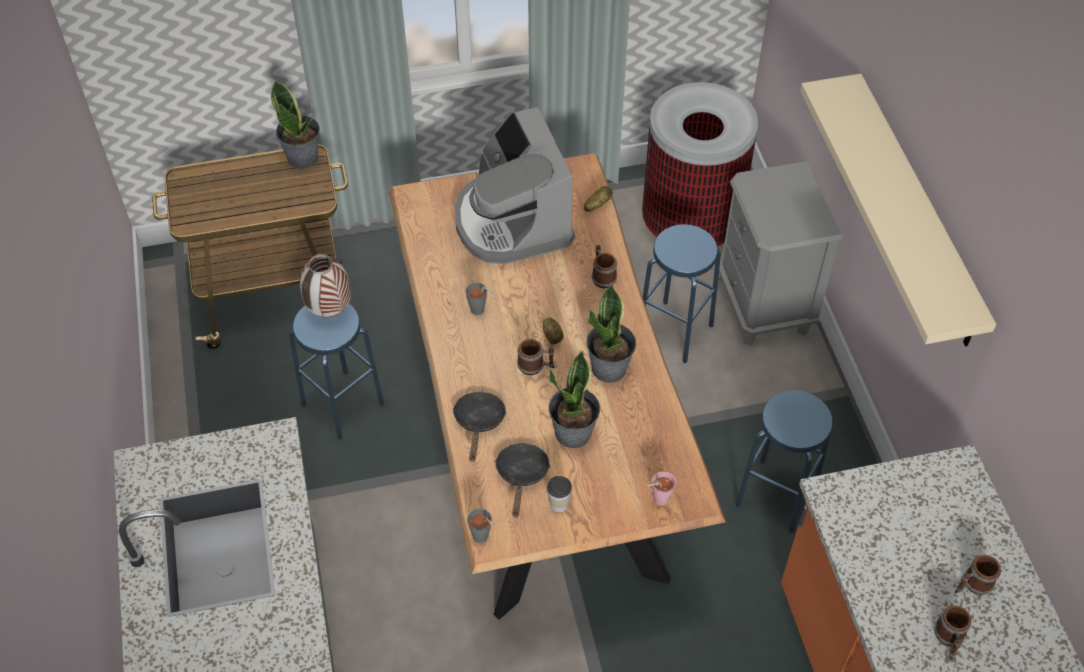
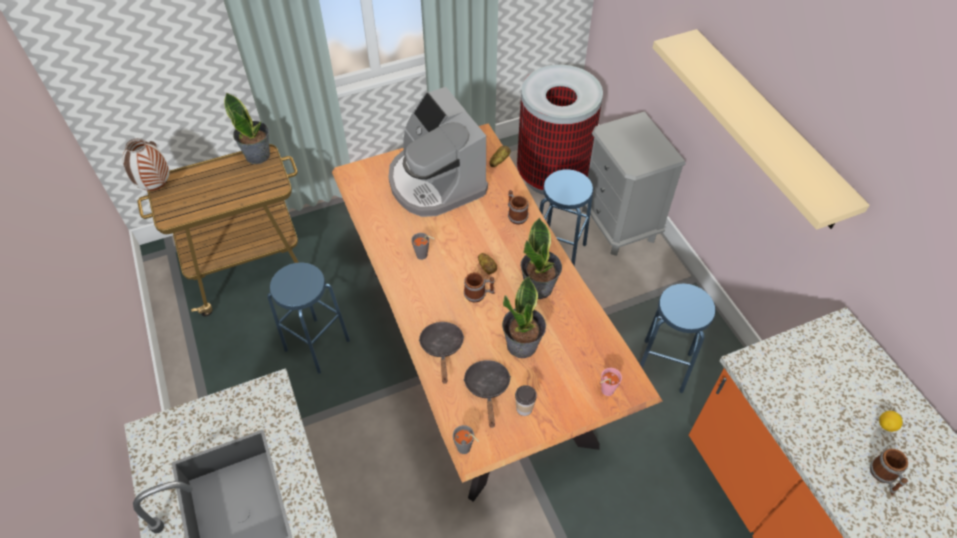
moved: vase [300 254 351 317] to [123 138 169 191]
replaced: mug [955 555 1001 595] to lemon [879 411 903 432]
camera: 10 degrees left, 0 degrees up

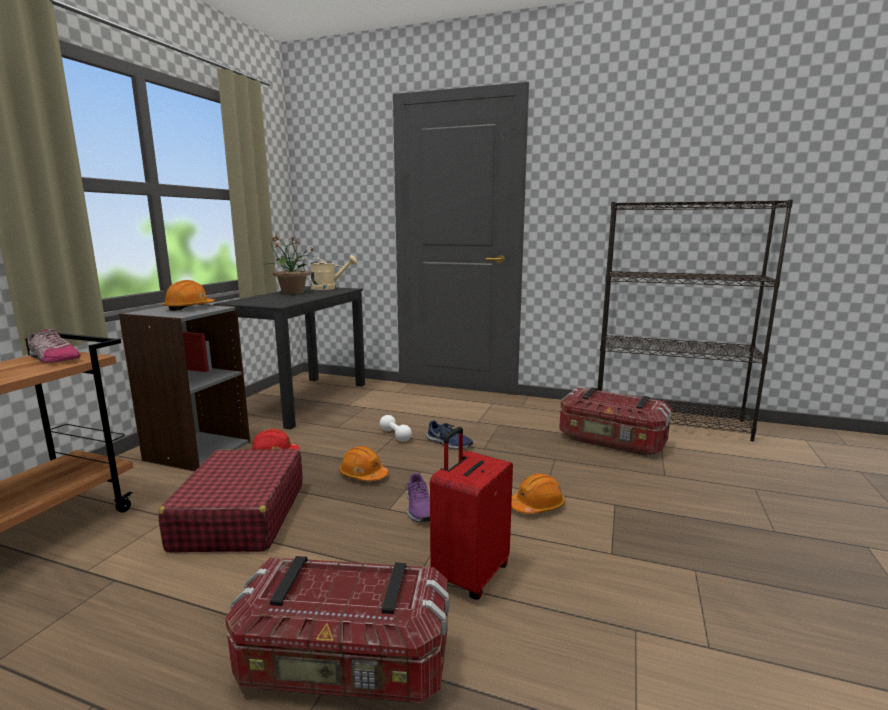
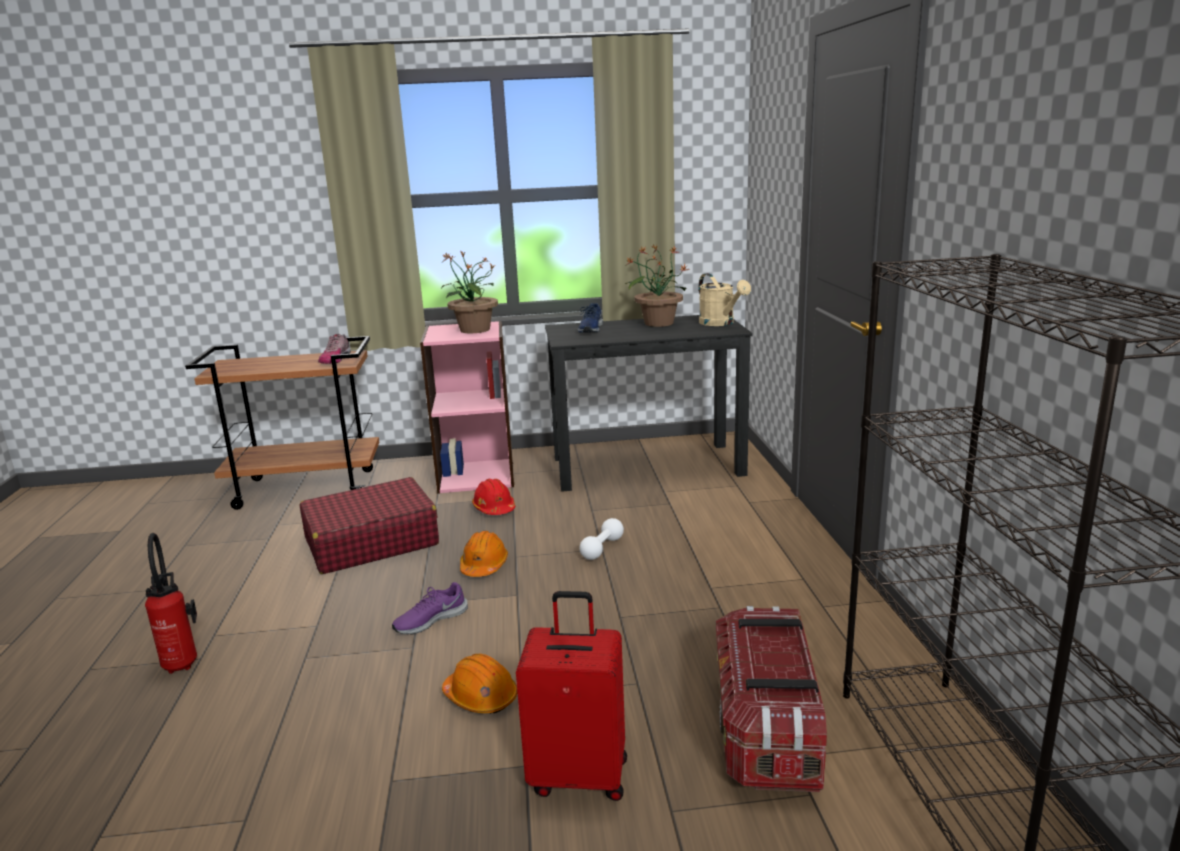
moved: shoe (blue) [426 420 473 449] to [578 303 603 333]; suitcase (red) [430 427 513 600] to [516 591 627 801]
replaced: hard hat (orange) [163 280 215 311] to potted plant [441 251 498 333]; storage box [225 556 449 703] to fire extinguisher [145 533 197 674]
recoloured: bookcase (grey) [119 304 250 471] to bookcase (pink) [420 321 514 494]
camera: 65 degrees right, 5 degrees up

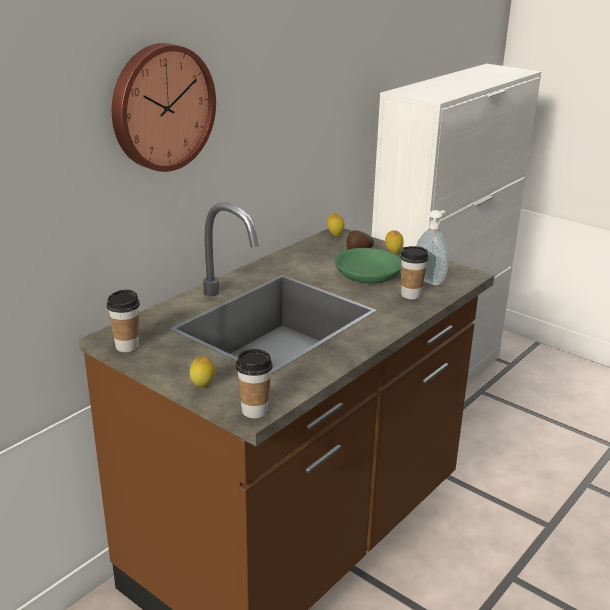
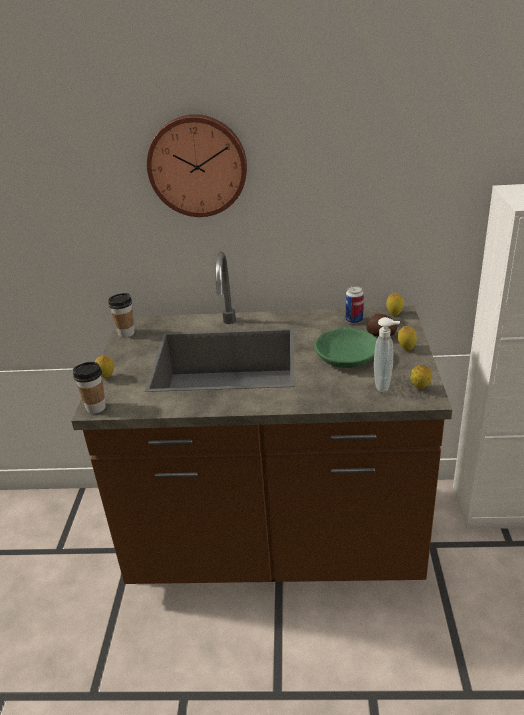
removed: cup [400 246 429 299]
added: can [346 286 364 324]; lemon [410 365 432 389]
camera: 55 degrees right, 5 degrees up

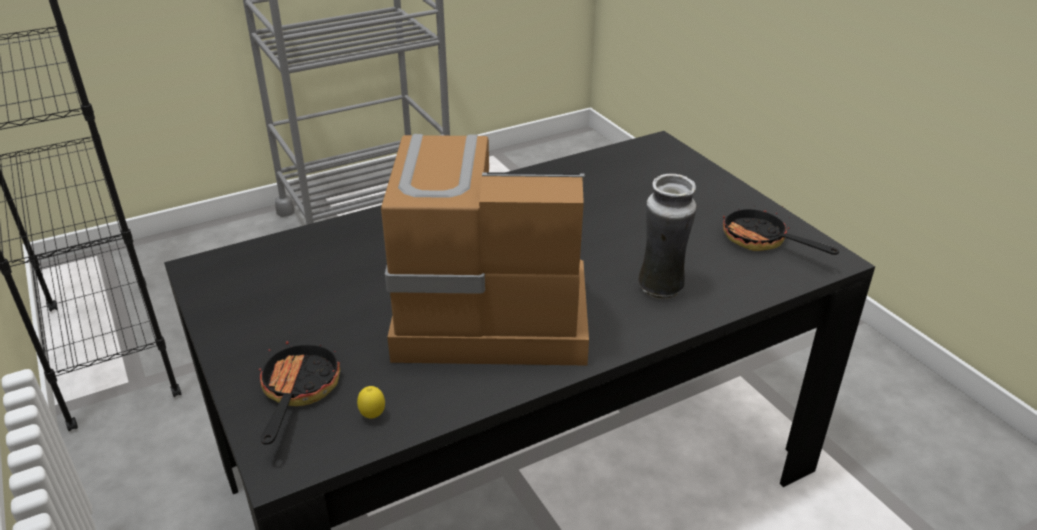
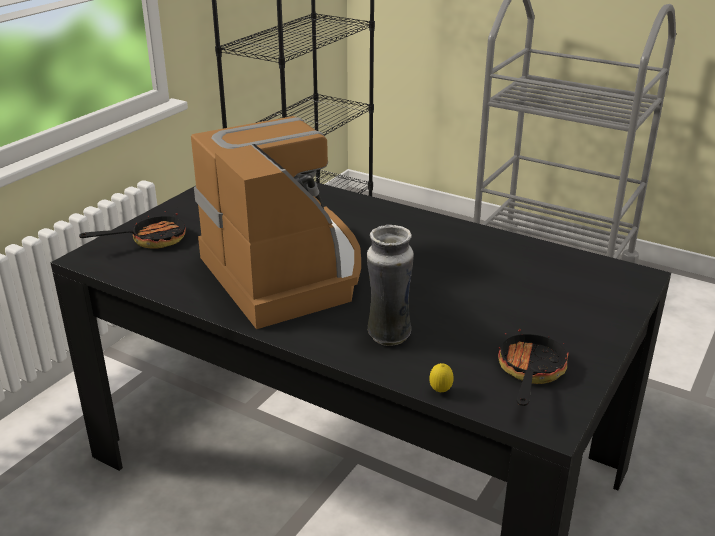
moved: lemon [357 386 385 419] to [429 363 454 392]
camera: 60 degrees right, 5 degrees down

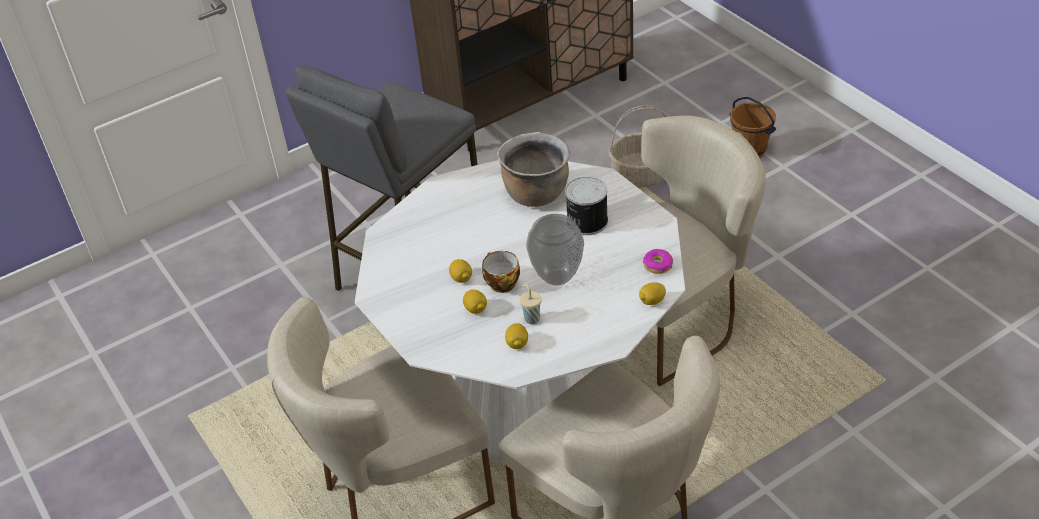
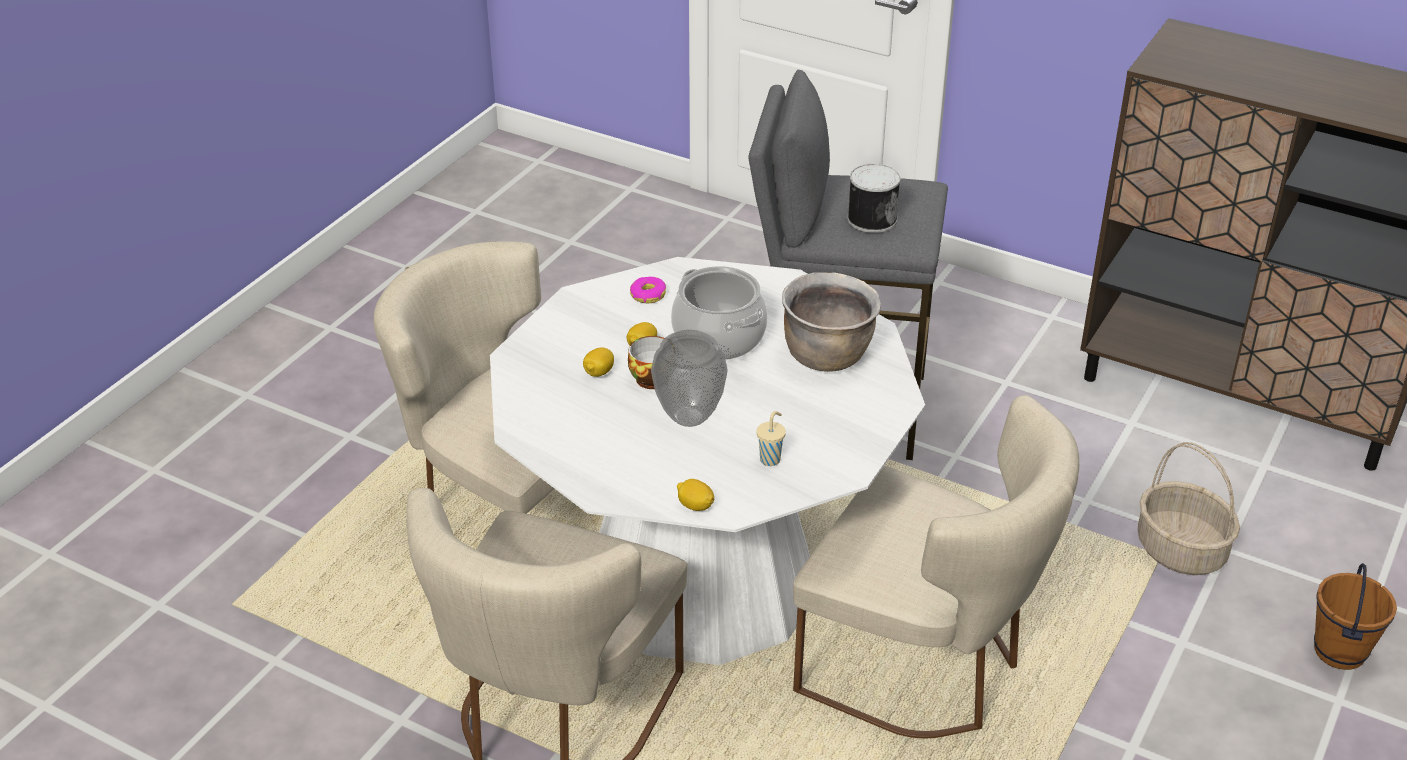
removed: lemon [505 323 528 349]
added: cooking pot [671 266 767 360]
moved: cup (beige) [519 284 542 324] to [757 411 786 466]; can [565 176 608 235] to [847 163 901 233]; donut [643 249 673 274] to [630 277 666 303]
camera: 60 degrees right, 5 degrees down

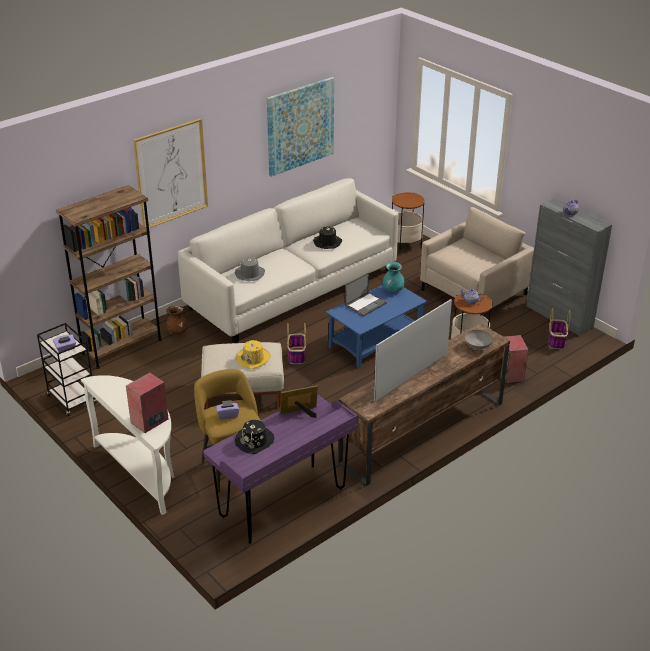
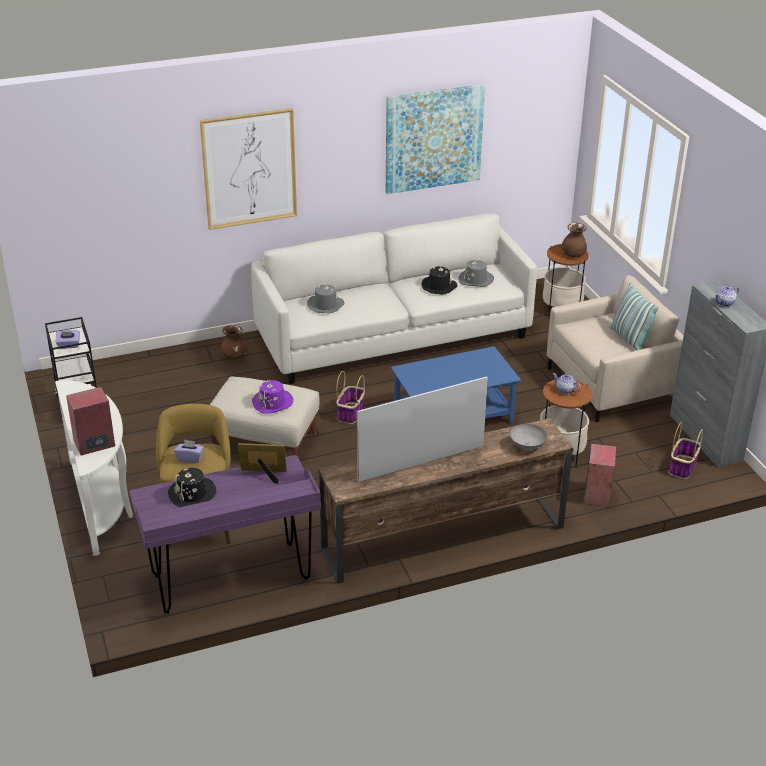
removed: bookcase (brown) [56 185 162 369]; laptop [345 272 387 317]; vase (turquoise) [382 262 405 292]
added: hat (grey) [458 259 494 287]; vase (brown) [562 223 587 257]; pillow [609 283 659 350]
recoloured: hat (yellow) [236 340 270 369] to hat (purple) [252 380 293 414]
camera: 20 degrees right, 0 degrees up

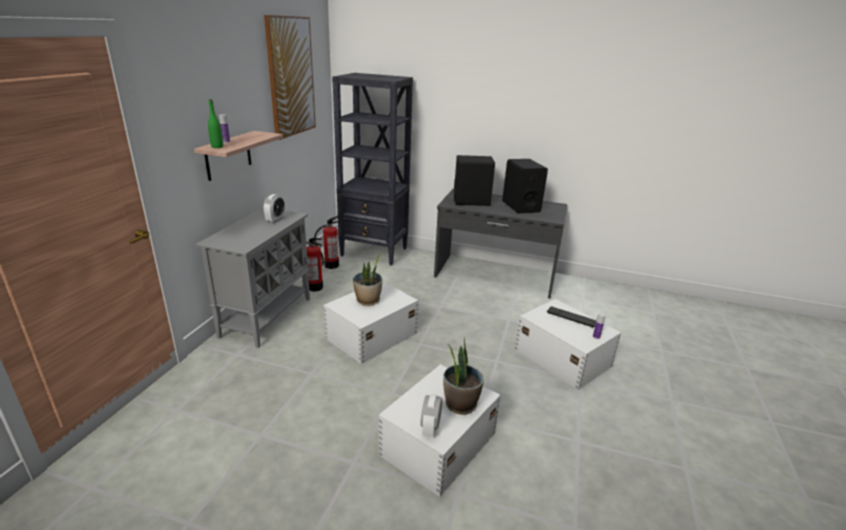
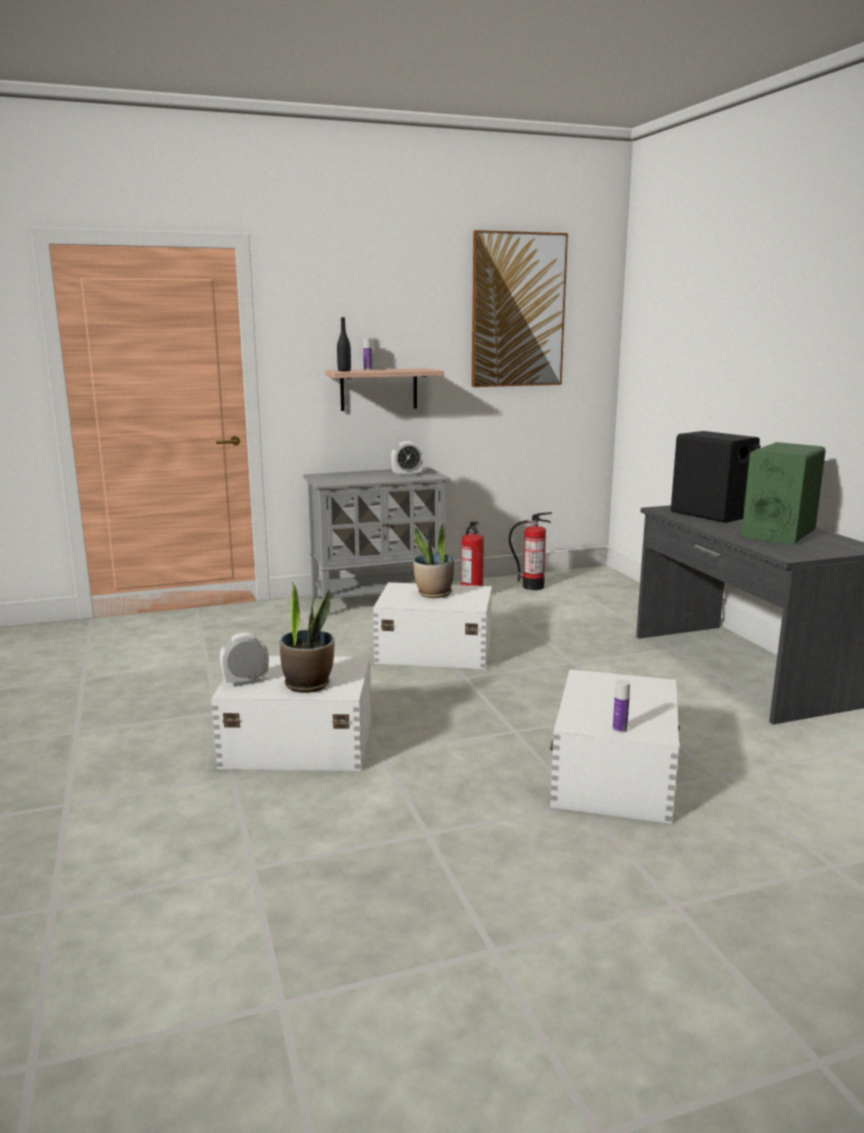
removed: bookcase (black) [332 73 413 266]; keyboard [547 306 596 328]
recoloured: bottle (green) [208 99 223 148] to bottle (black) [337 317 351 371]; speaker (black) [502 159 548 214] to speaker (green) [742 442 826 545]
camera: 55 degrees right, 10 degrees down

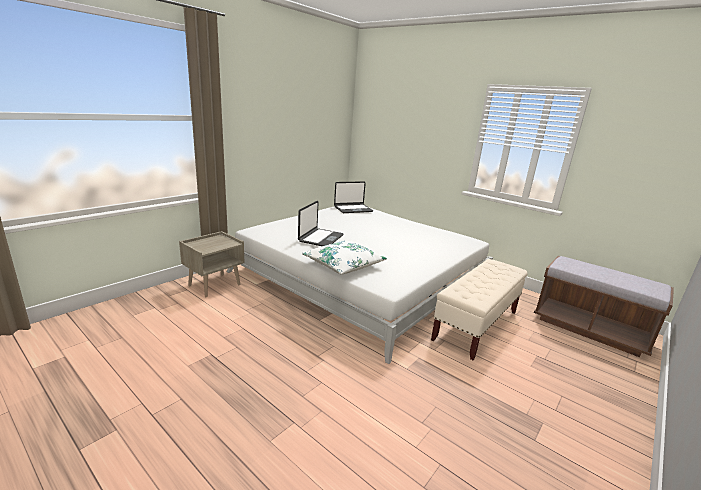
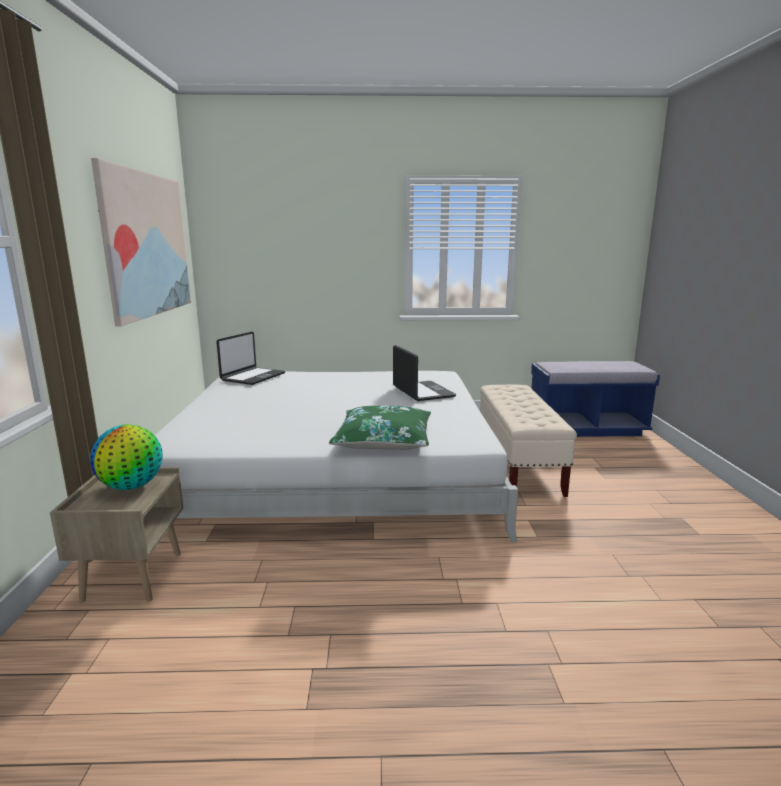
added: globe [90 424 163 490]; picture [91 158 191 327]
moved: laptop [298 201 344 246] to [393 345 456 401]
recoloured: pillow (white) [302 241 387 275] to pillow (green) [329 406 431 450]; bench (brown) [534 256 674 357] to bench (blue) [531 361 660 437]
camera: 40 degrees left, 5 degrees down

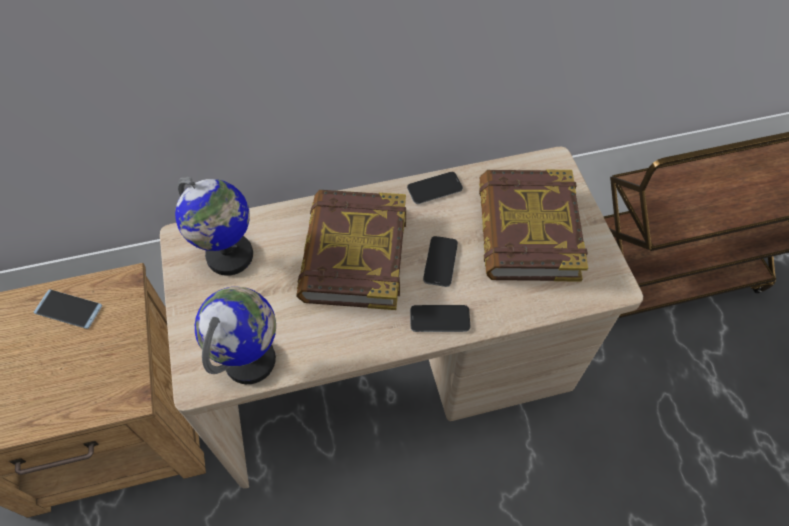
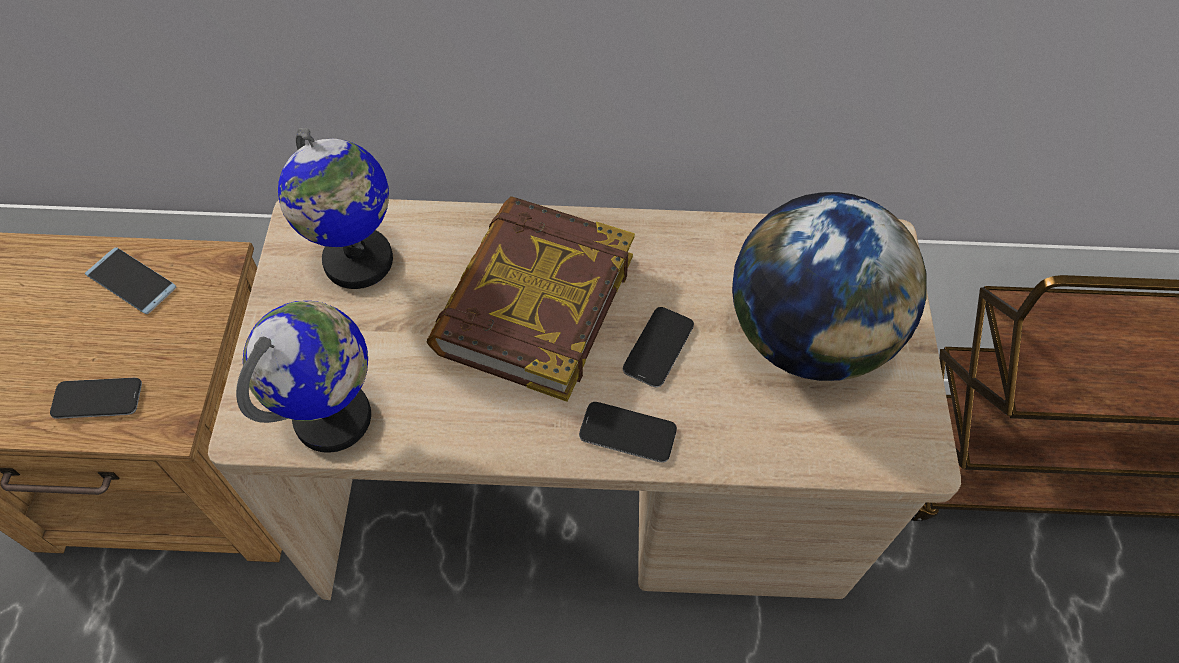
moved: phone [407 172 463 204] to [50 378 142 419]
replaced: book [479 170 588 282] to globe [732 192 927 381]
camera: 15 degrees right, 0 degrees up

